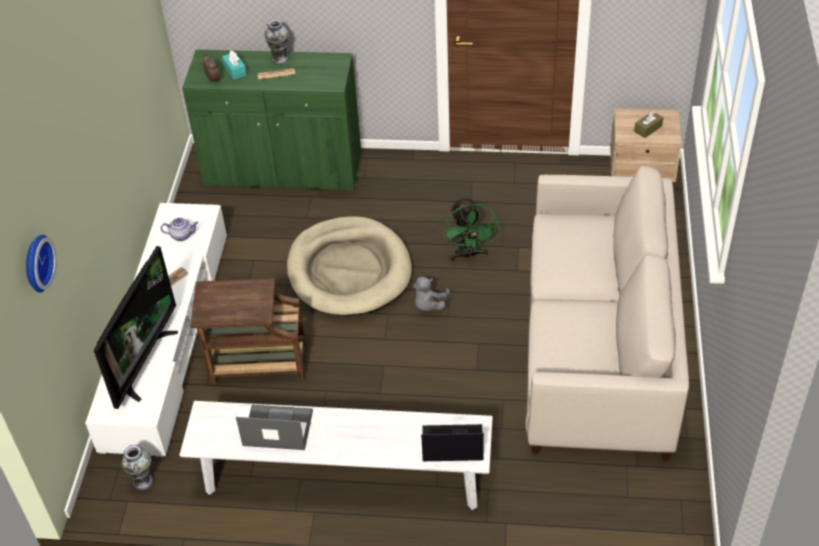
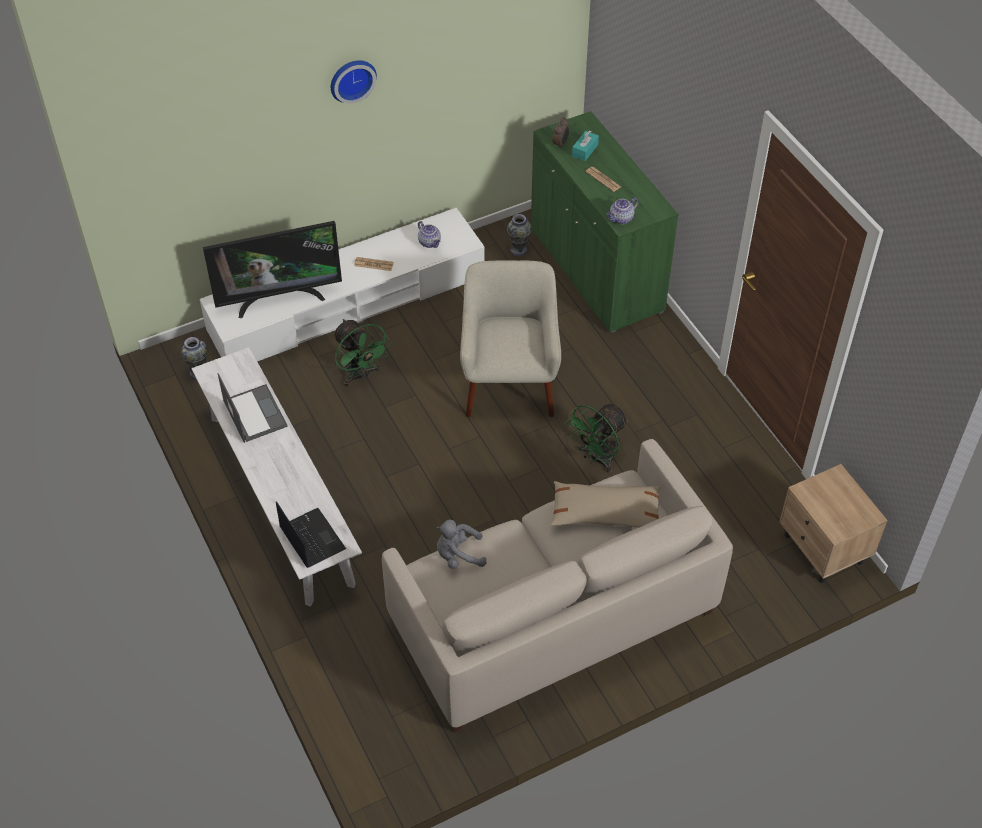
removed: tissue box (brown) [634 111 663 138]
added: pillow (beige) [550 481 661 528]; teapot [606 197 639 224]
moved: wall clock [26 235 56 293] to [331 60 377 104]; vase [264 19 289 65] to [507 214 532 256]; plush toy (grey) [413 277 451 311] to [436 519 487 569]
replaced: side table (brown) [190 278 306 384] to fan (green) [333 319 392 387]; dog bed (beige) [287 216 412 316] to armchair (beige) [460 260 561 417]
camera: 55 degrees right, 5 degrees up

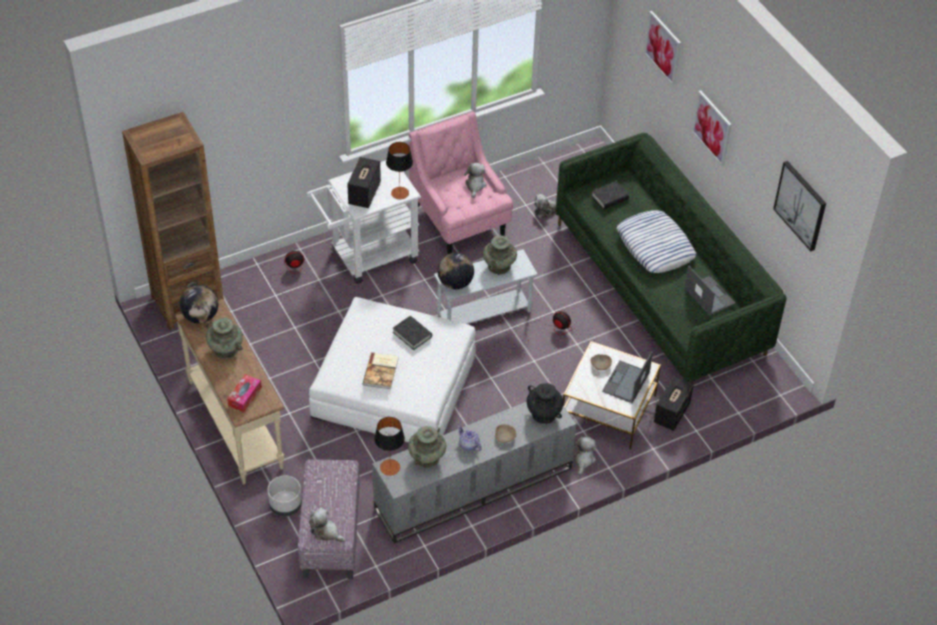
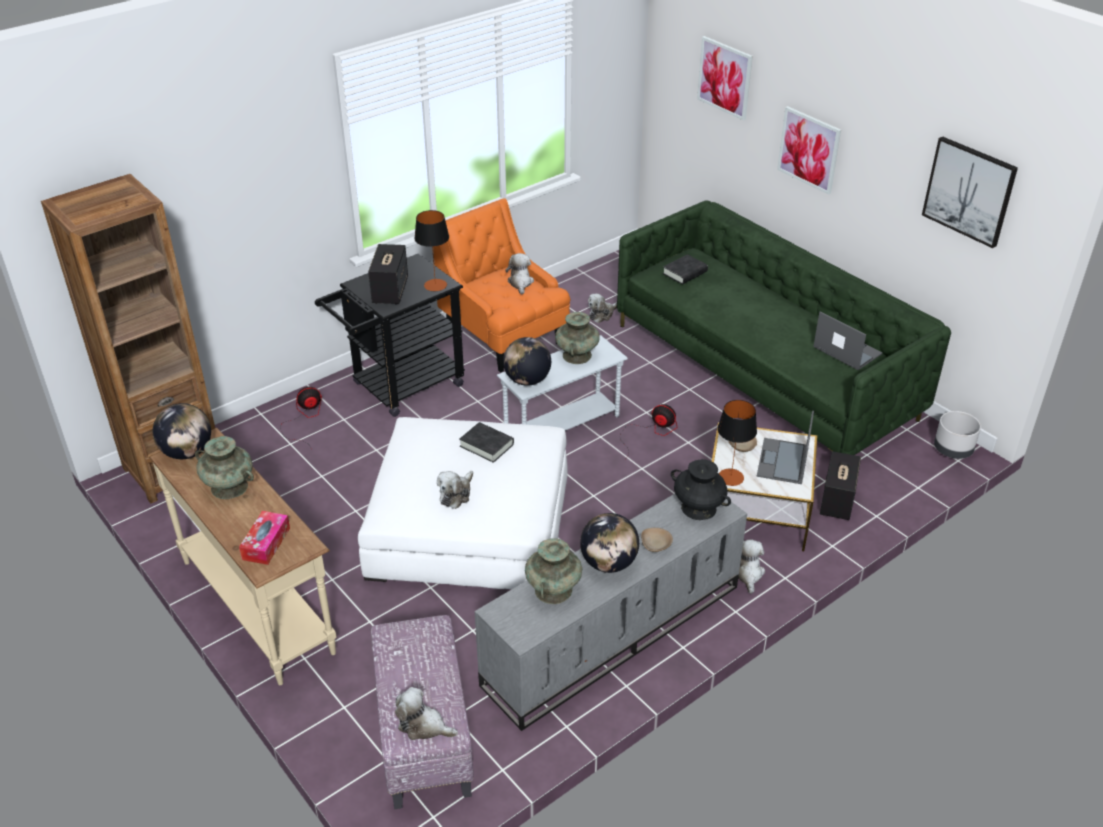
removed: pillow [616 210 696 273]
moved: planter (grey) [268 475 302 517] to [934 411 981 459]; table lamp [374 417 405 476] to [717 400 757 486]
replaced: book [363 352 398 389] to plush toy [437 471 473 509]; teapot [458 425 481 451] to globe [580 513 639 573]
recoloured: cart (white) [306 160 421 284] to cart (black) [315 254 465 417]; armchair (pink) [409 111 513 254] to armchair (orange) [433 198 570 372]
camera: 10 degrees left, 10 degrees down

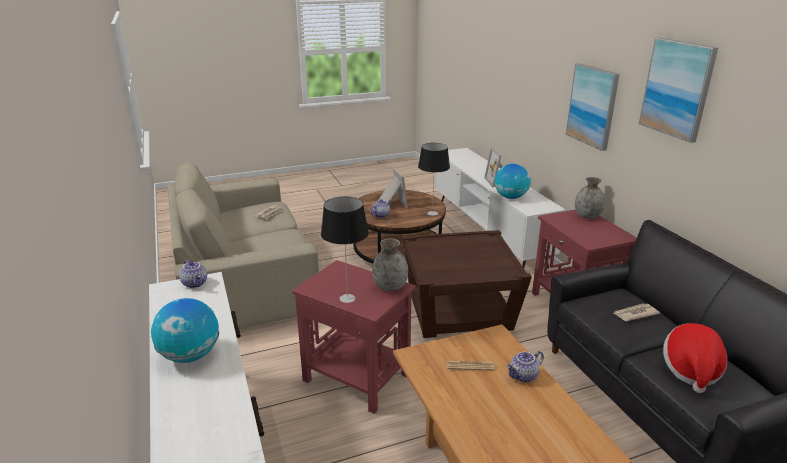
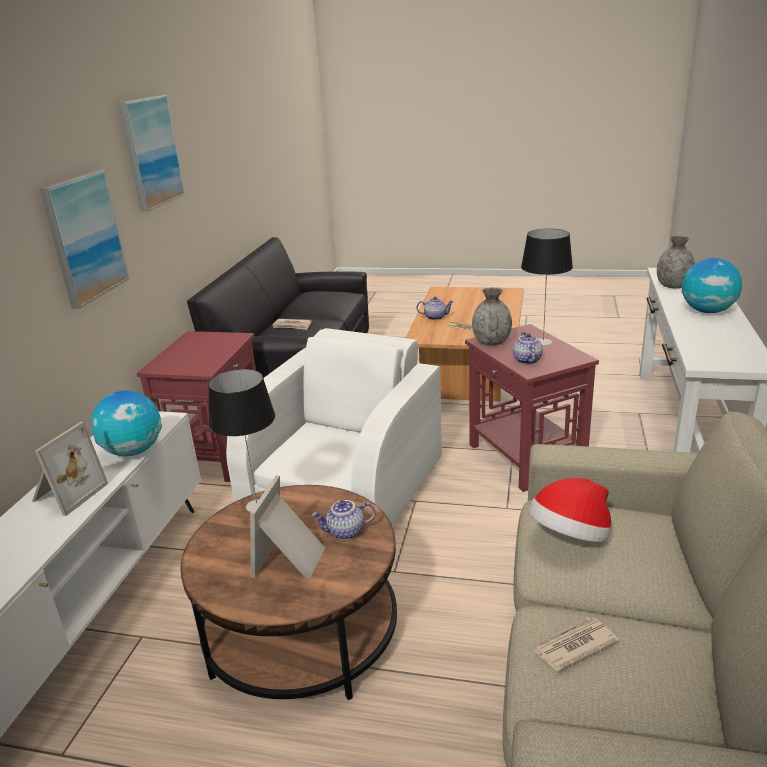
moved: teapot [179 259 207 288] to [513 332 543 364]; vase (grey) [575 177 605 219] to [657 236 695 288]; hat [663 323 727 393] to [528 478 611 542]
replaced: side table (brown) [403 230 532 338] to armchair (white) [226 328 442 525]
camera: 145 degrees left, 0 degrees up

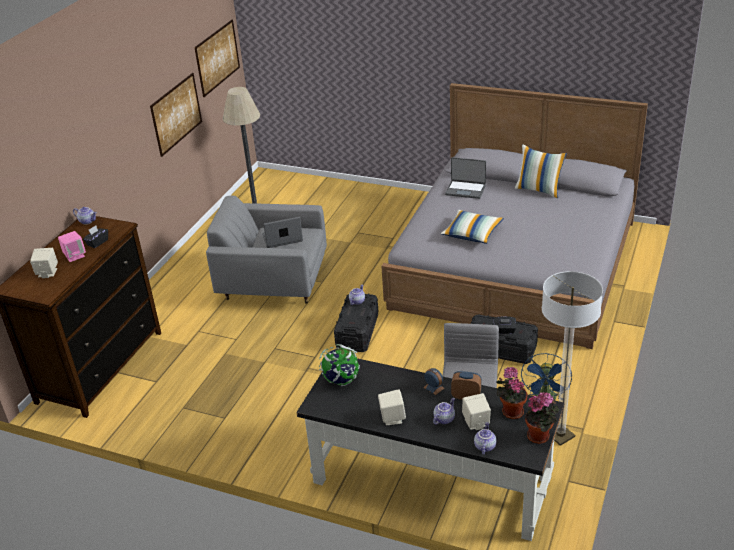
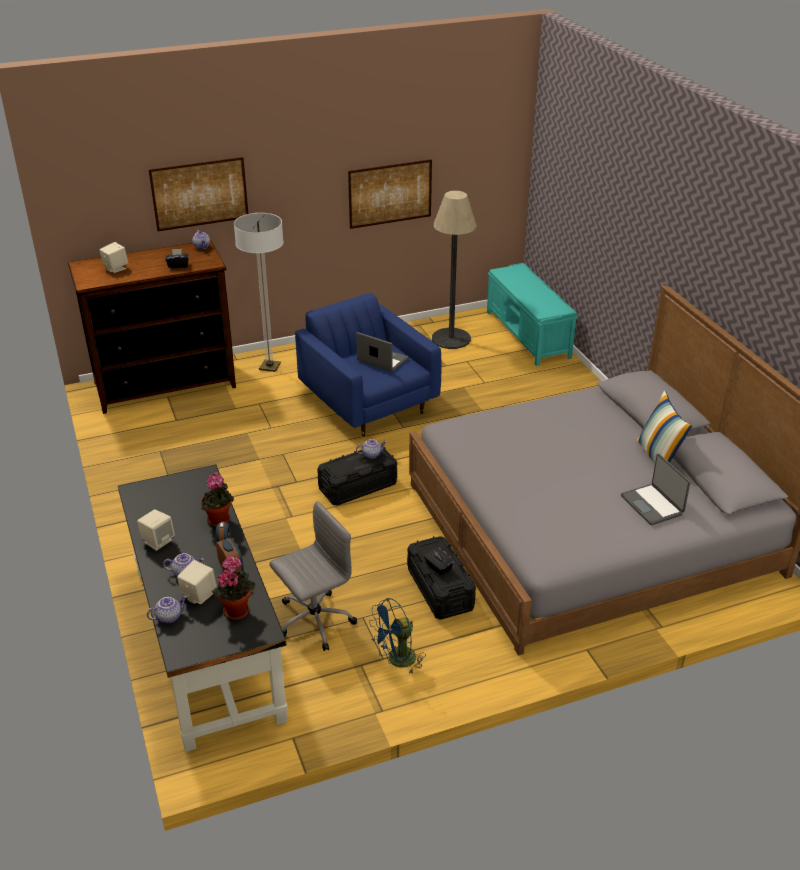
removed: speaker (pink) [58 231 86 262]; globe [319 344 360 386]; pillow [441 210 504 244]
added: bench (turquoise) [487 263 578 366]
moved: picture [194 20 240 97] to [149 157 248 231]; laptop [445 157 486 199] to [621 453 691 525]; potted plant [525 392 559 444] to [201 472 234 526]; floor lamp [542 271 603 446] to [234 213 284 372]
recoloured: armchair (grey) [206 196 327 303] to armchair (blue) [295 293 441 436]
camera: 45 degrees right, 0 degrees up

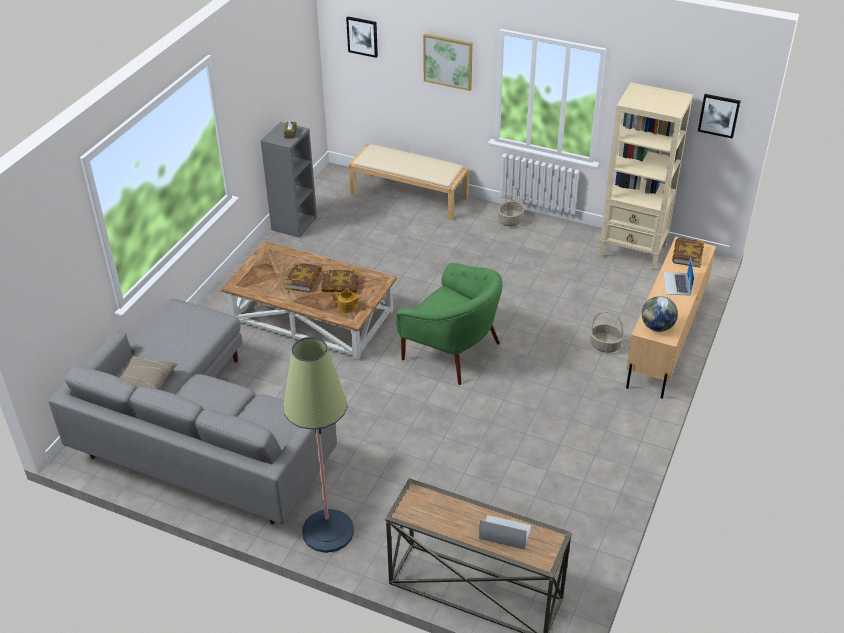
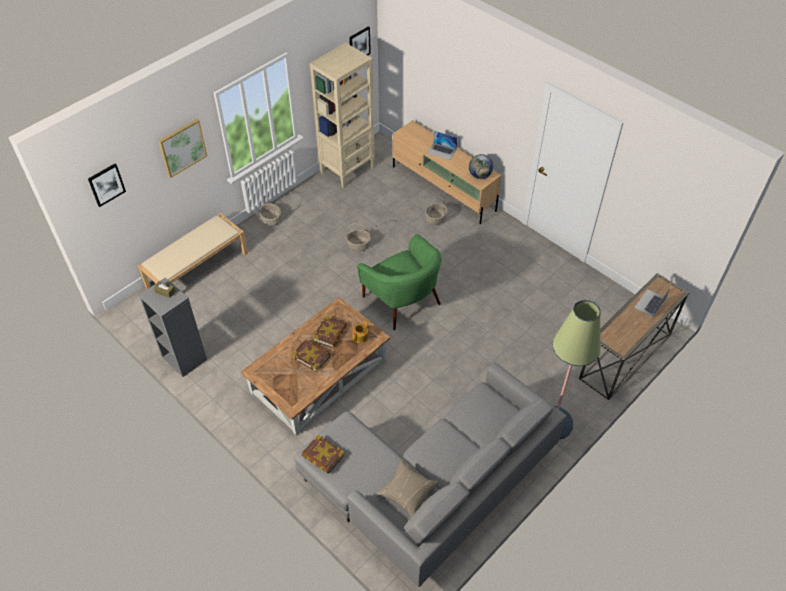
added: basket [346 223 371 251]
moved: book [672 237 704 268] to [302 434 345 474]
turned: armchair (green) [396 263 503 385] = [357 234 442 330] 90 degrees clockwise
camera: 70 degrees left, 10 degrees up

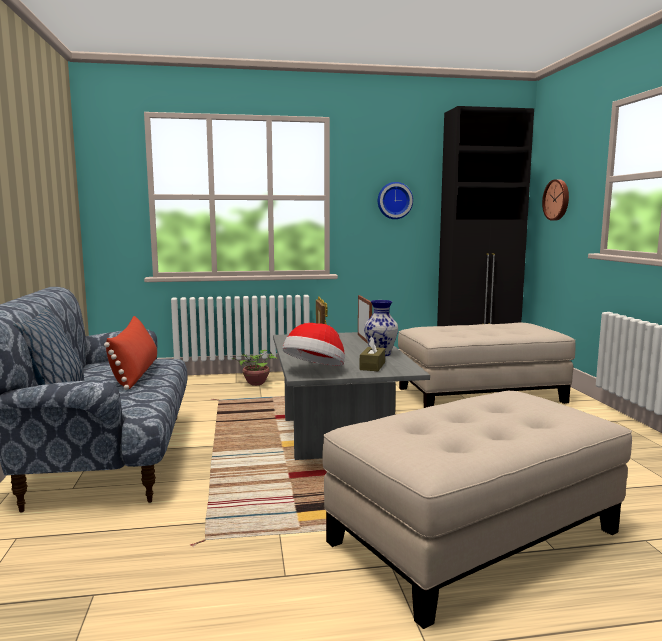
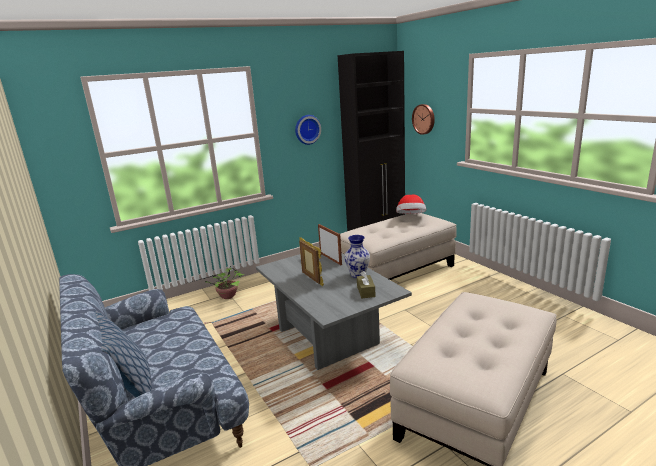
removed: pillow (red) [104 316 157 390]
moved: hat [282 323 345 366] to [396 194 426 214]
camera: 20 degrees left, 10 degrees up

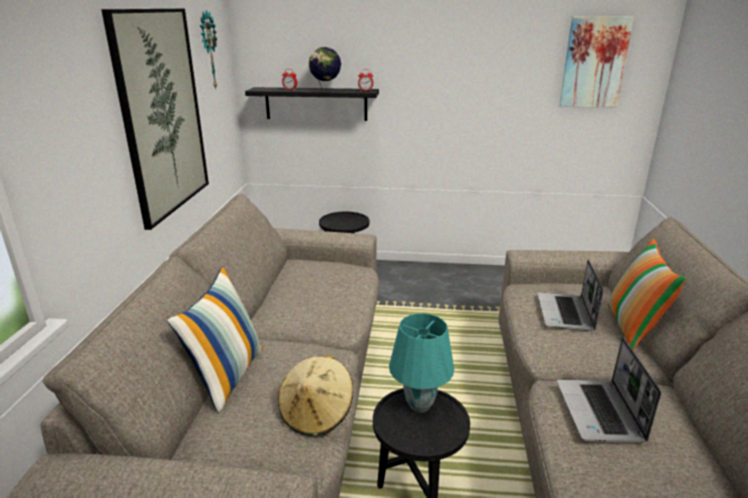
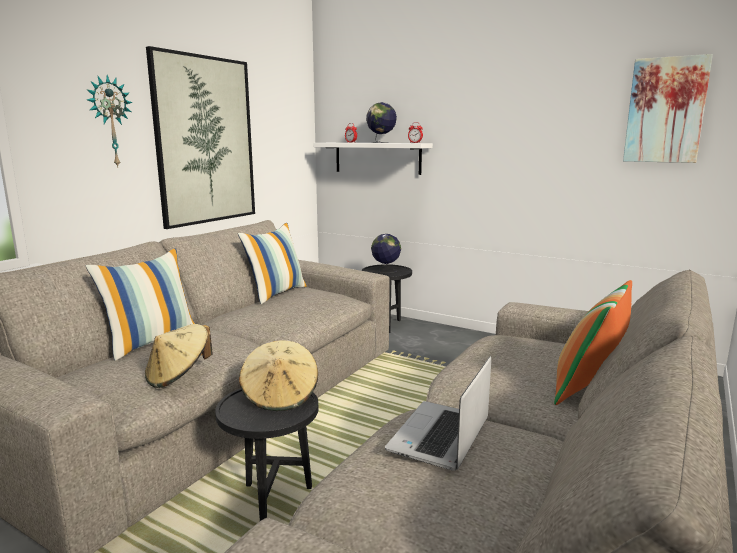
removed: laptop [537 259 603 331]
added: pillow [238 223 307 304]; globe [371 234 401 273]
moved: wall clock [200 10 217 89] to [86 75 132 167]
replaced: table lamp (turquoise) [389 313 454 413] to hat (beige) [239 341 318 411]
recoloured: shelf (black) [245 87 379 121] to shelf (white) [314 143 433 175]
camera: 25 degrees right, 10 degrees down

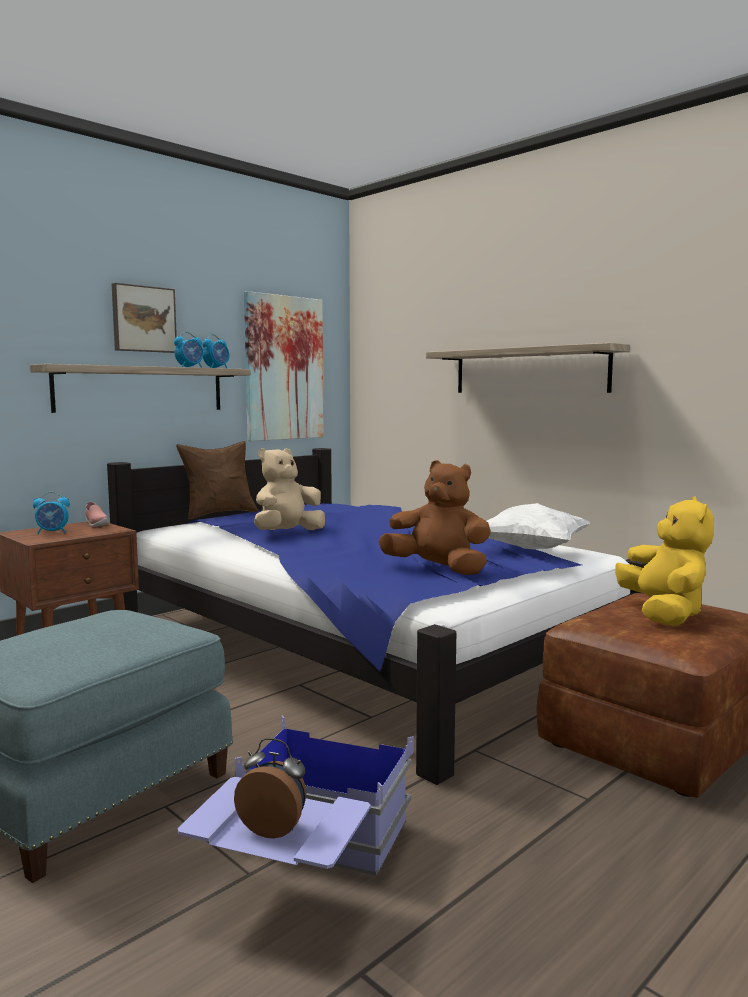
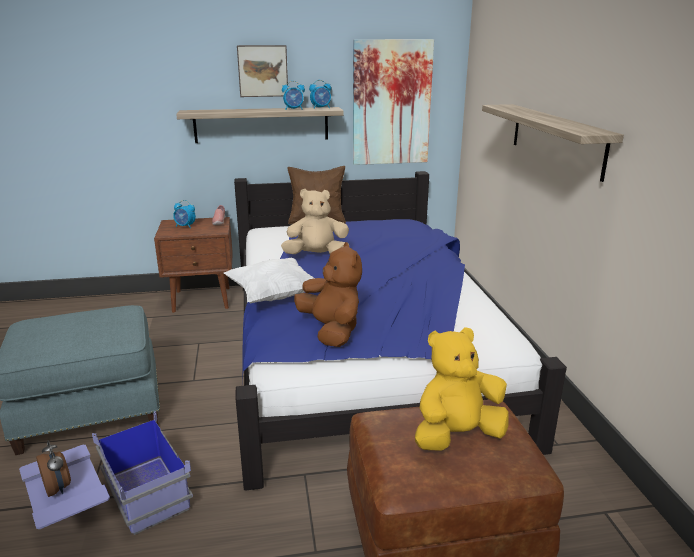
moved: pillow (white) [487 503 590 550] to [224 258 314 303]
turned: plush toy (yellow) [615 496 714 626] = [415 327 509 451] 150 degrees counterclockwise
camera: 35 degrees right, 15 degrees up

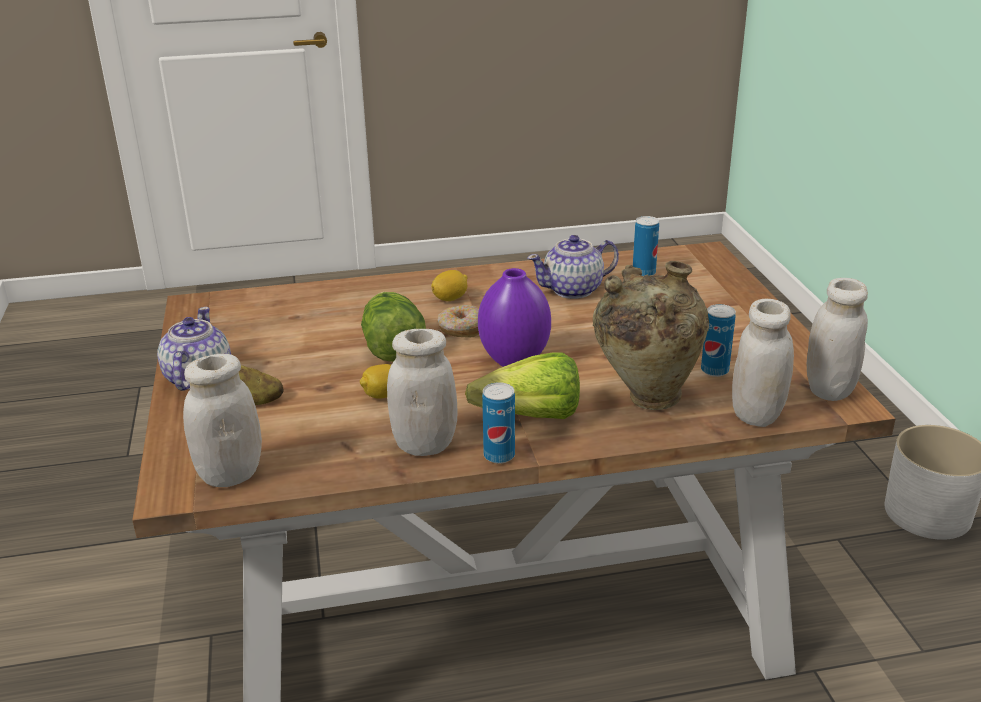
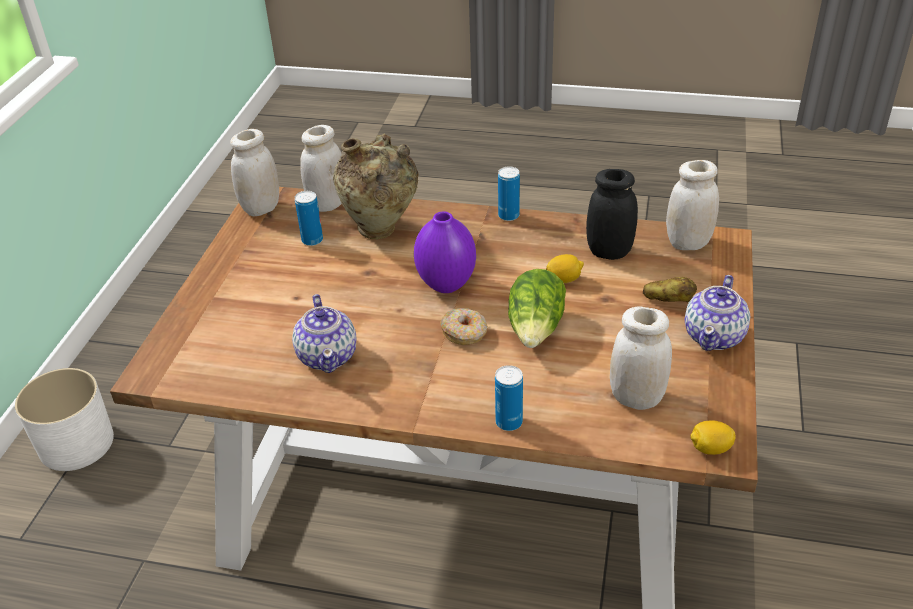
removed: lettuce [465 352 580 419]
added: jar (black) [586 169 638 260]
moved: jar (white) [387 329 457 456] to [610 306 672 410]; lemon [431 270 468 301] to [691 420 736 455]; can [633 216 659 276] to [495 365 523 431]
turned: teapot [527 235 619 299] = [292 294 356 373] 75 degrees clockwise
camera: 155 degrees left, 10 degrees up

